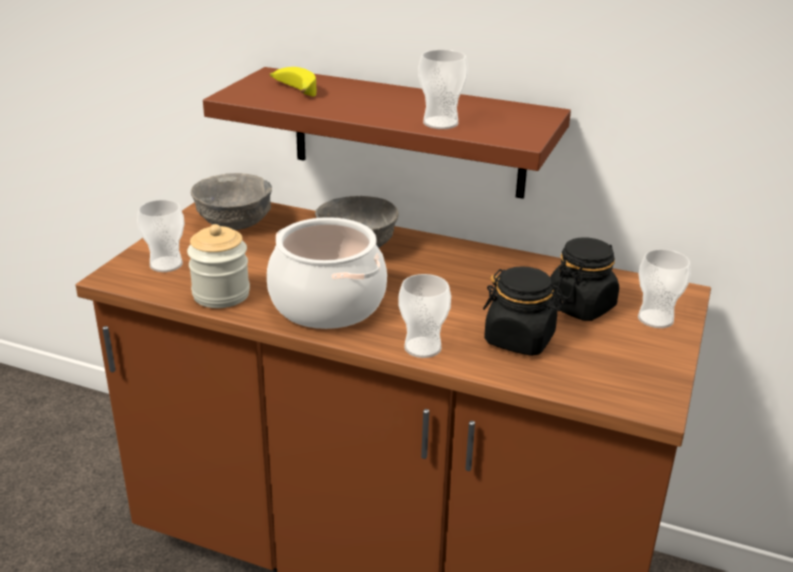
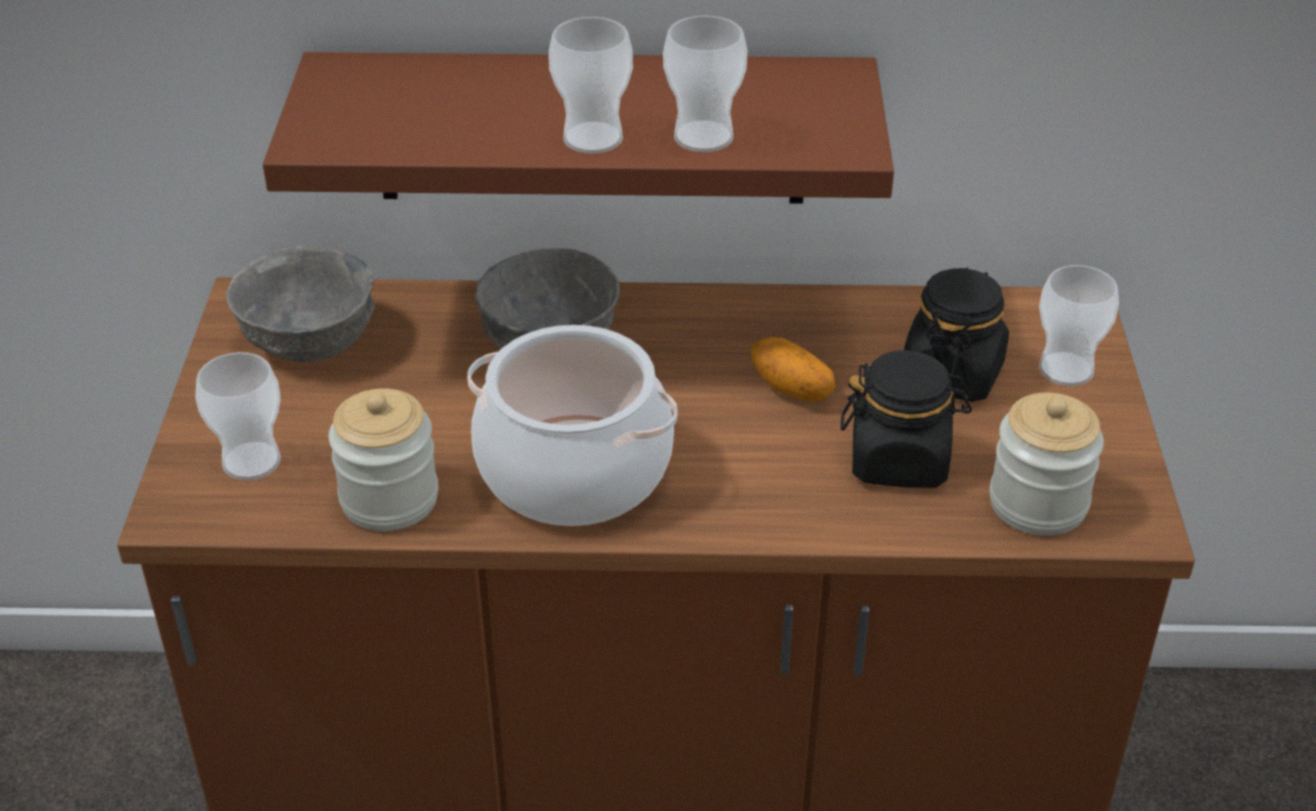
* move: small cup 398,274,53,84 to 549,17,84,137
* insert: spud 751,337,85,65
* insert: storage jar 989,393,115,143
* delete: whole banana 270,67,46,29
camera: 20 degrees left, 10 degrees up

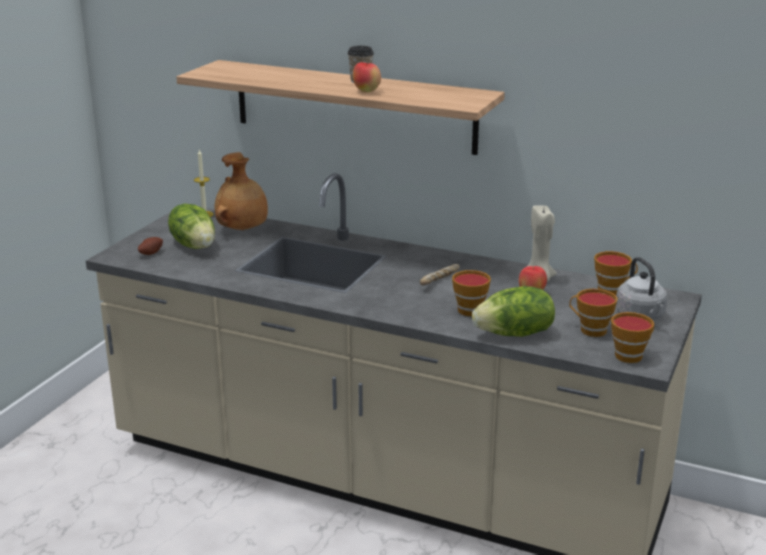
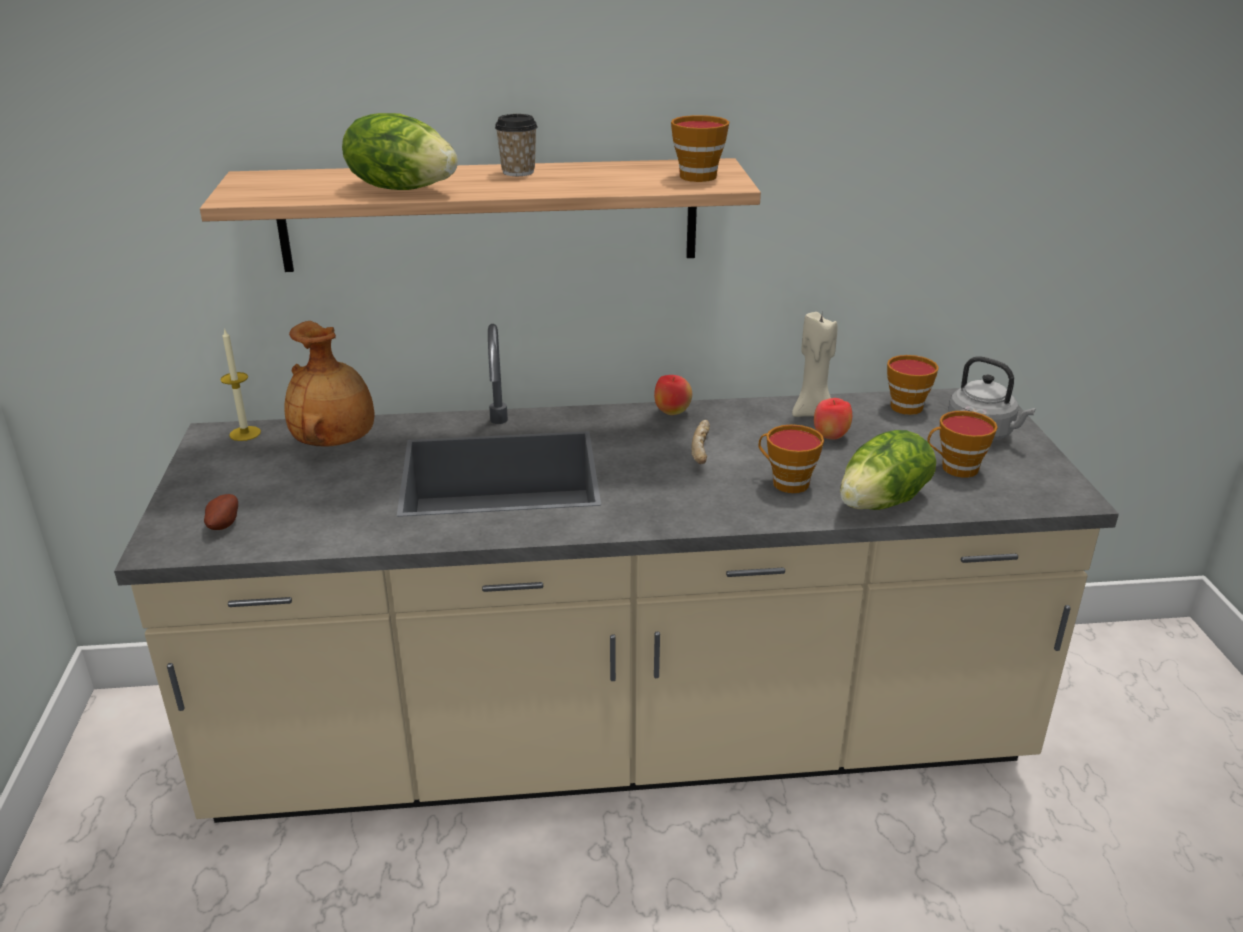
* move: lettuce head 168,204,47,45 to 342,113,116,77
* move: whole apple 353,62,28,30 to 654,375,38,40
* move: small cup 611,312,43,51 to 671,115,58,67
camera: 30 degrees left, 5 degrees up

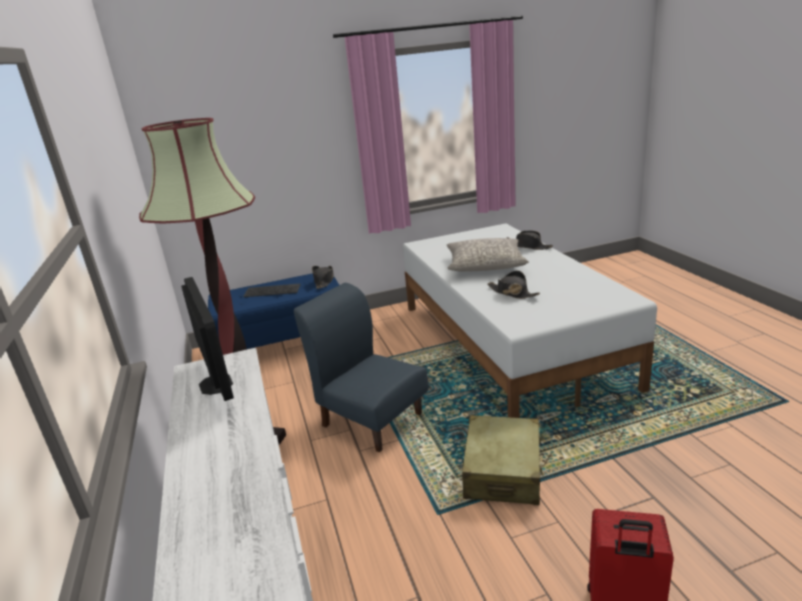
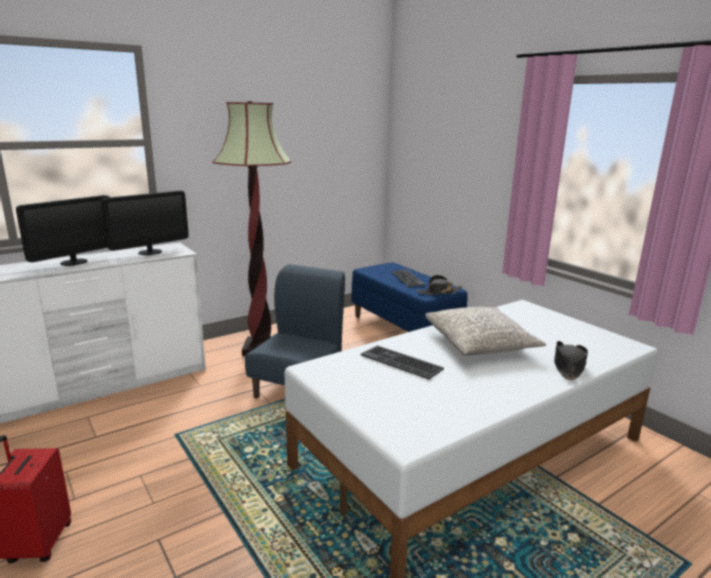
* insert: computer display 16,195,93,71
* replace: blackish hat 488,271,52,28 to computer keyboard 361,345,83,34
* delete: sand-coloured suitcase 462,415,82,90
camera: 70 degrees right, 5 degrees down

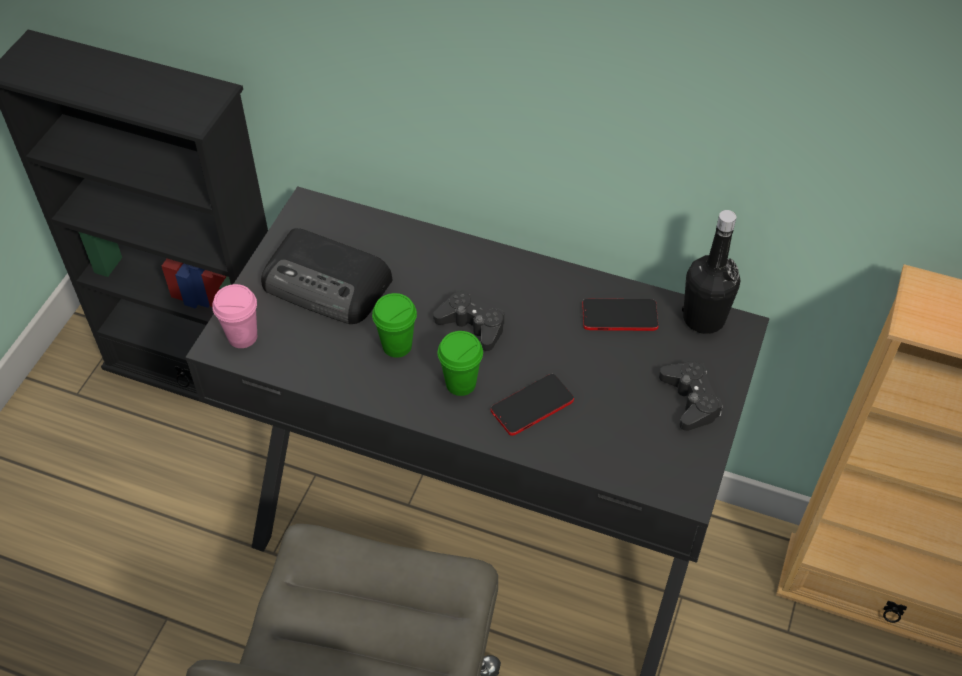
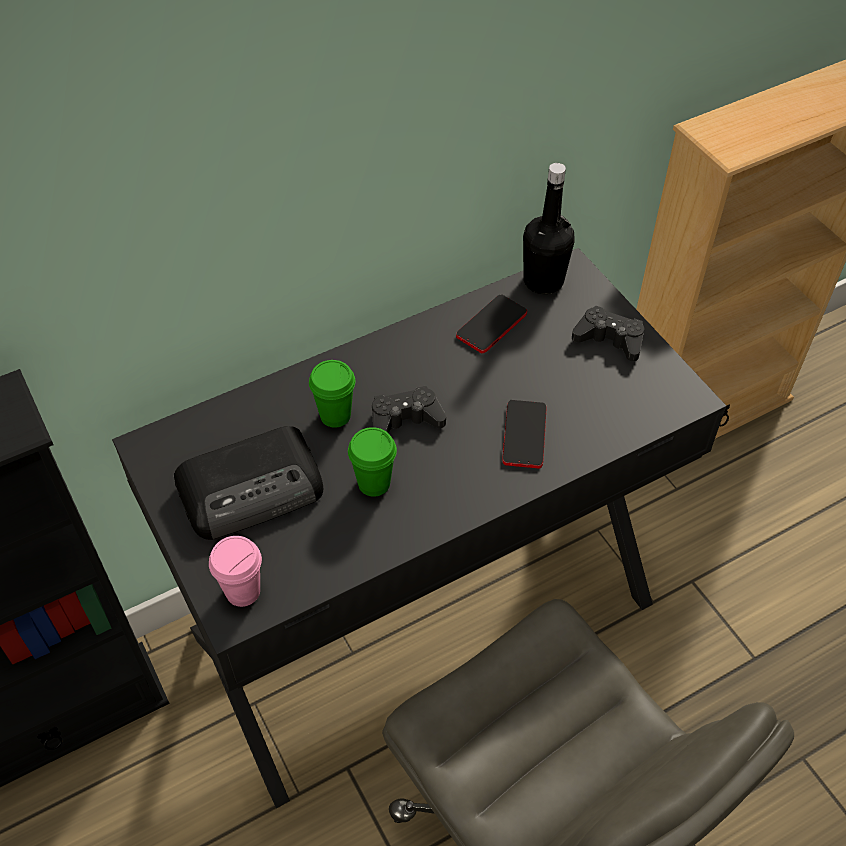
* move: green small cup 438,331,45,65 to 309,360,47,68
camera: 50 degrees left, 0 degrees up

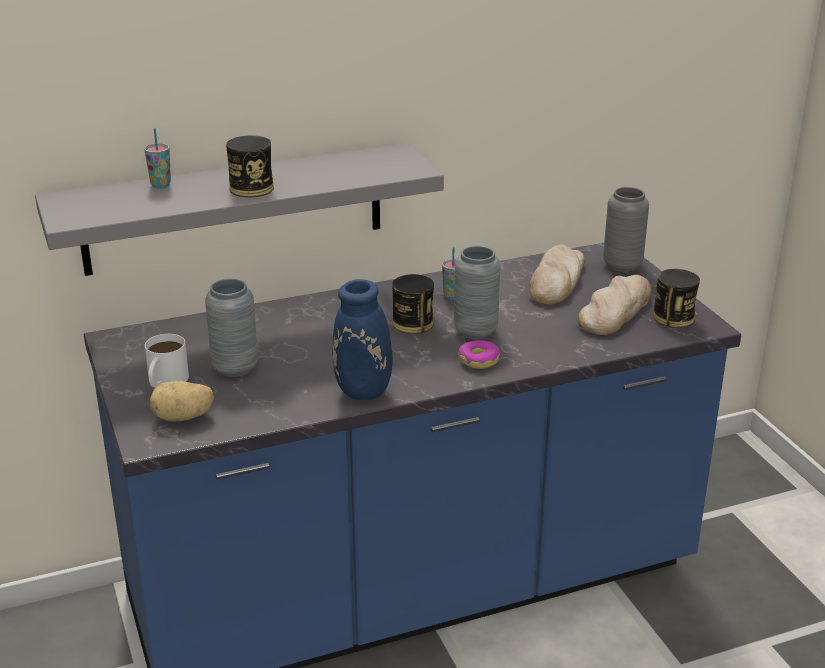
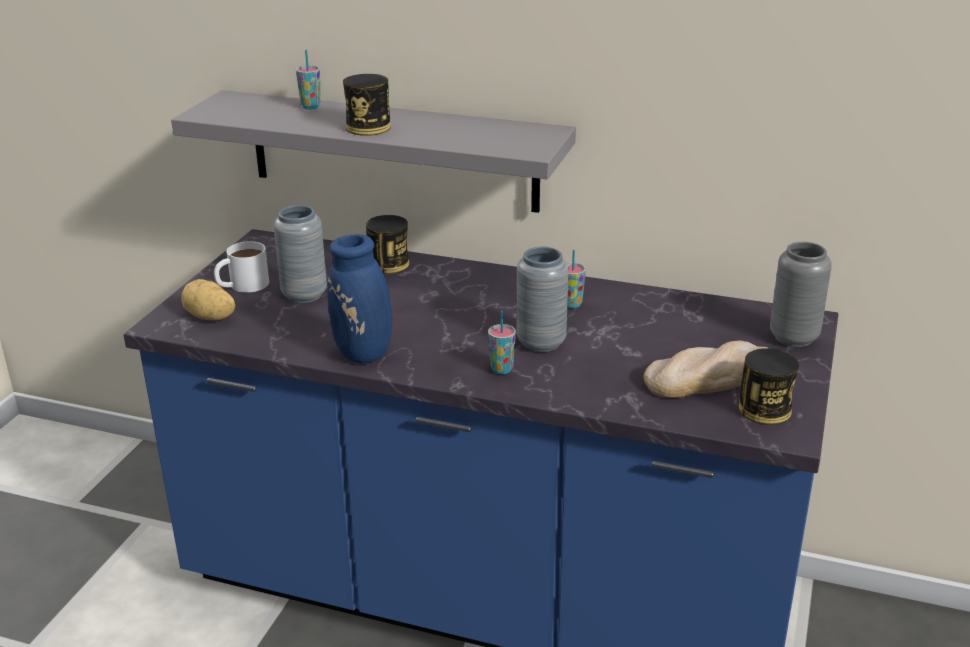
* move: metal can 392,274,42,60 to 366,215,44,59
* replace: donut 458,340,42,29 to small cup 488,311,28,63
* delete: bakery bread 530,244,55,61
camera: 40 degrees right, 0 degrees up

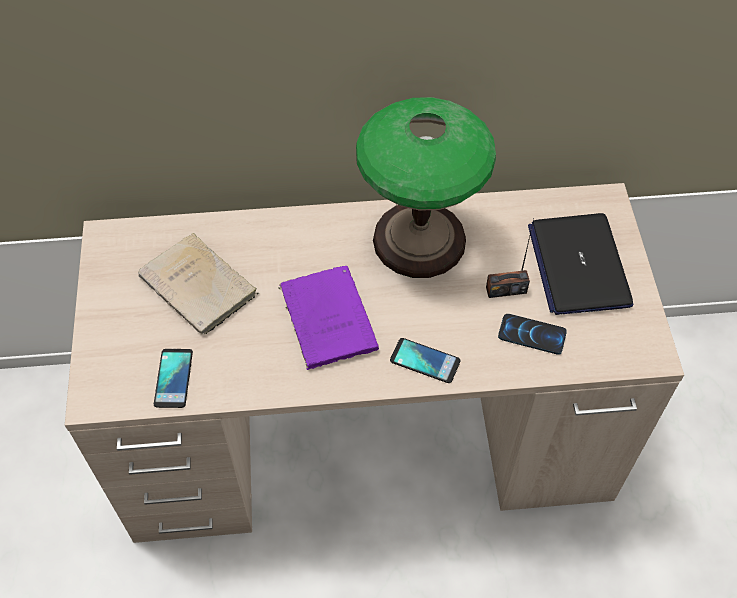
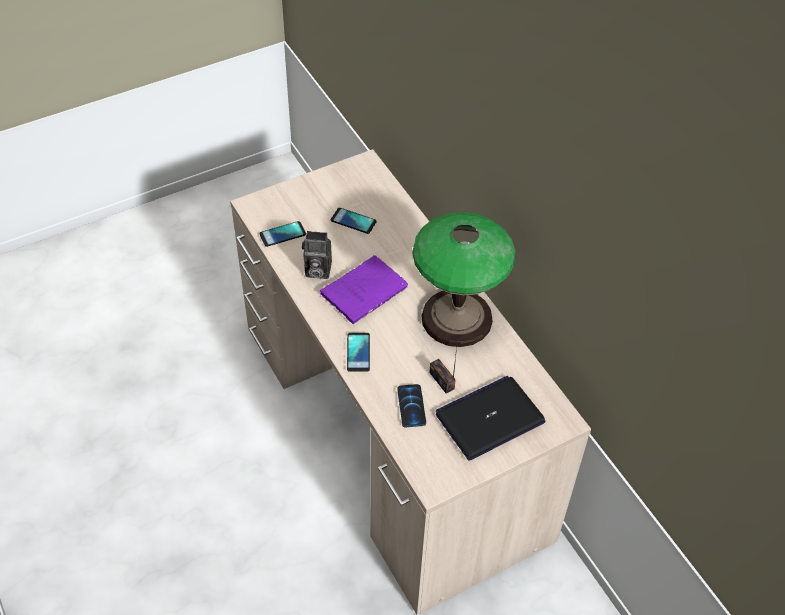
* insert: photo camera 302,231,30,48
* replace: sand-coloured book 138,233,122,102 to telephone 331,208,46,26
camera: 65 degrees right, 5 degrees down

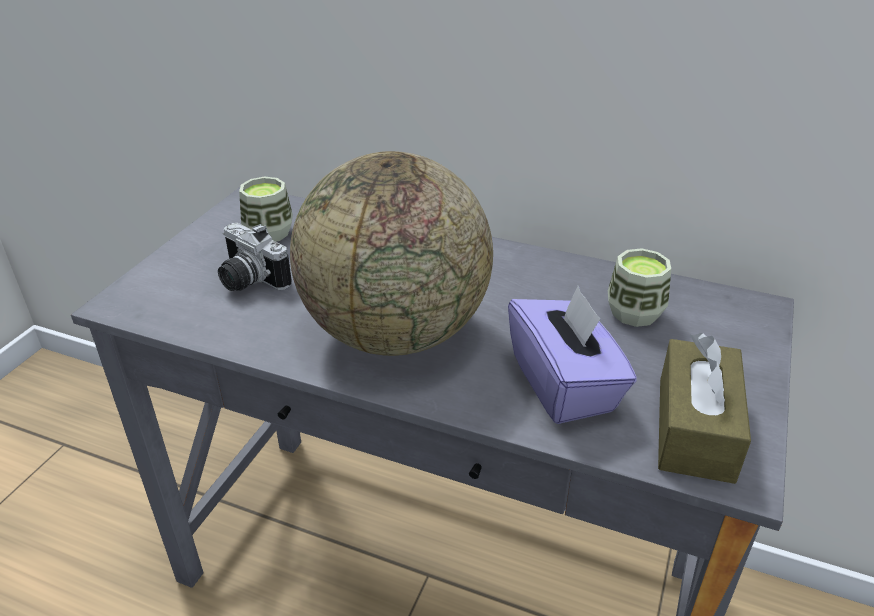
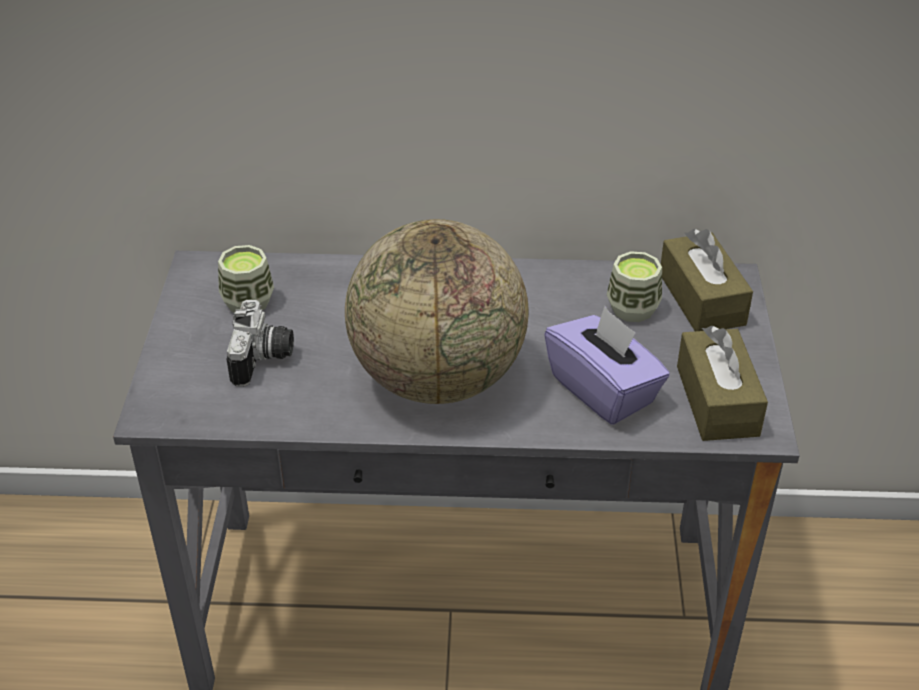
* rotate: photo camera 218,223,74,68 = 227,300,67,87 105 degrees counterclockwise
* insert: brown-coloured tissue box 661,229,92,102
camera: 20 degrees left, 5 degrees up

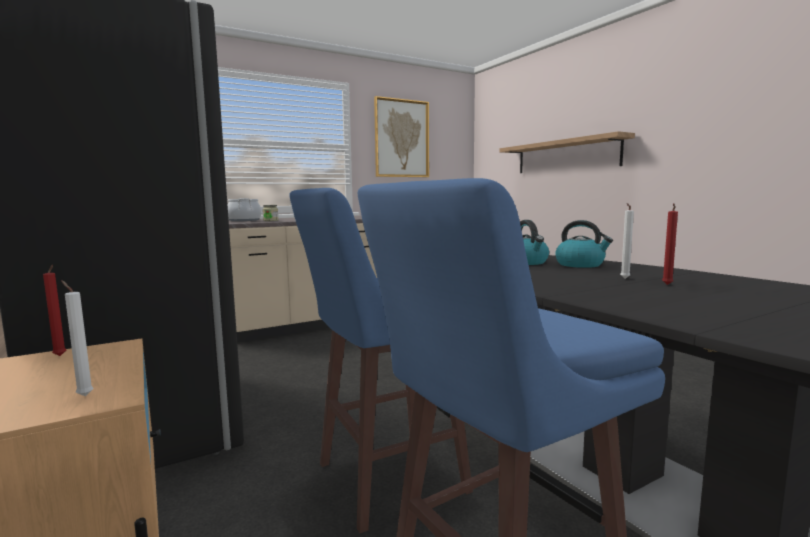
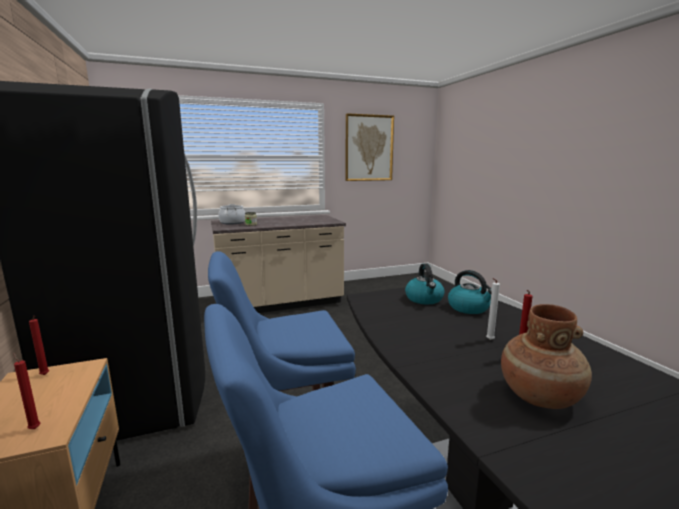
* recolor: whitish wax candle 62,280,32,116 to reddish wax candle 13,353,27,76
* insert: brown-coloured decorative vase 501,304,91,105
* delete: wall shelf 500,131,135,42
camera: 10 degrees right, 5 degrees up

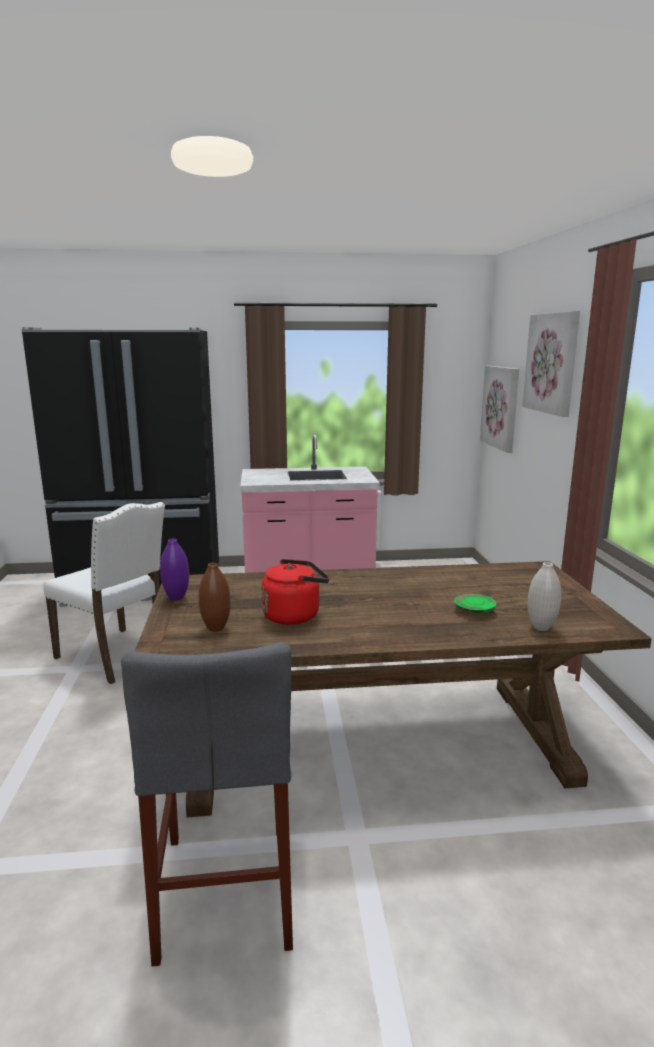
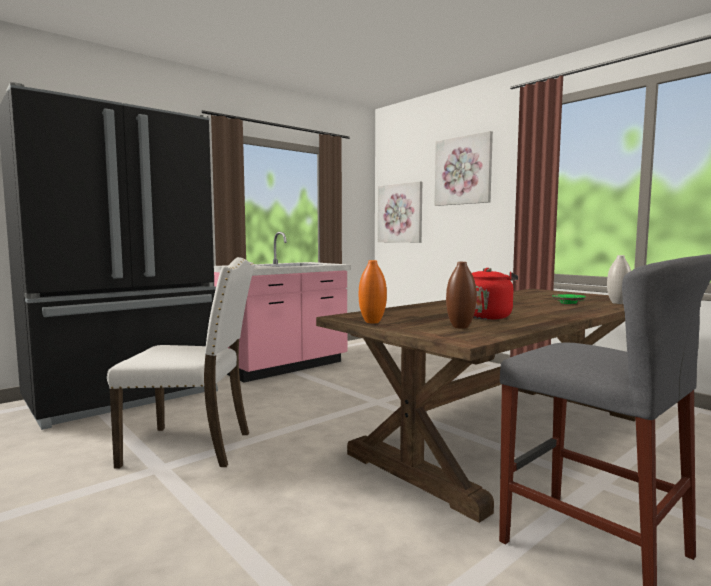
* recolor: purplish decorative vase 160,539,29,61 to orange decorative vase 359,260,28,63
camera: 35 degrees left, 10 degrees down

